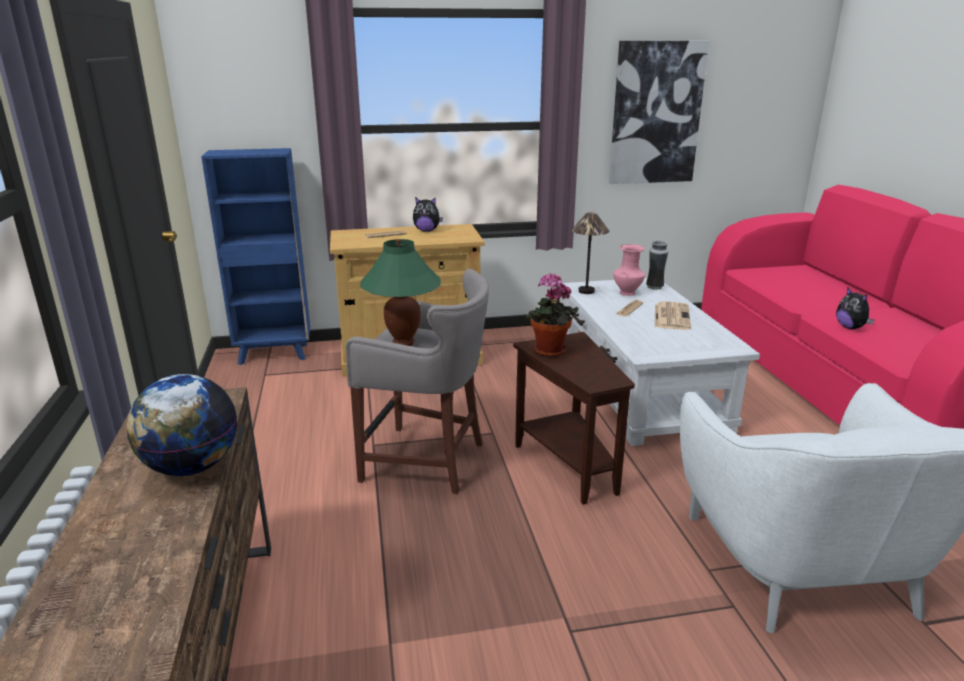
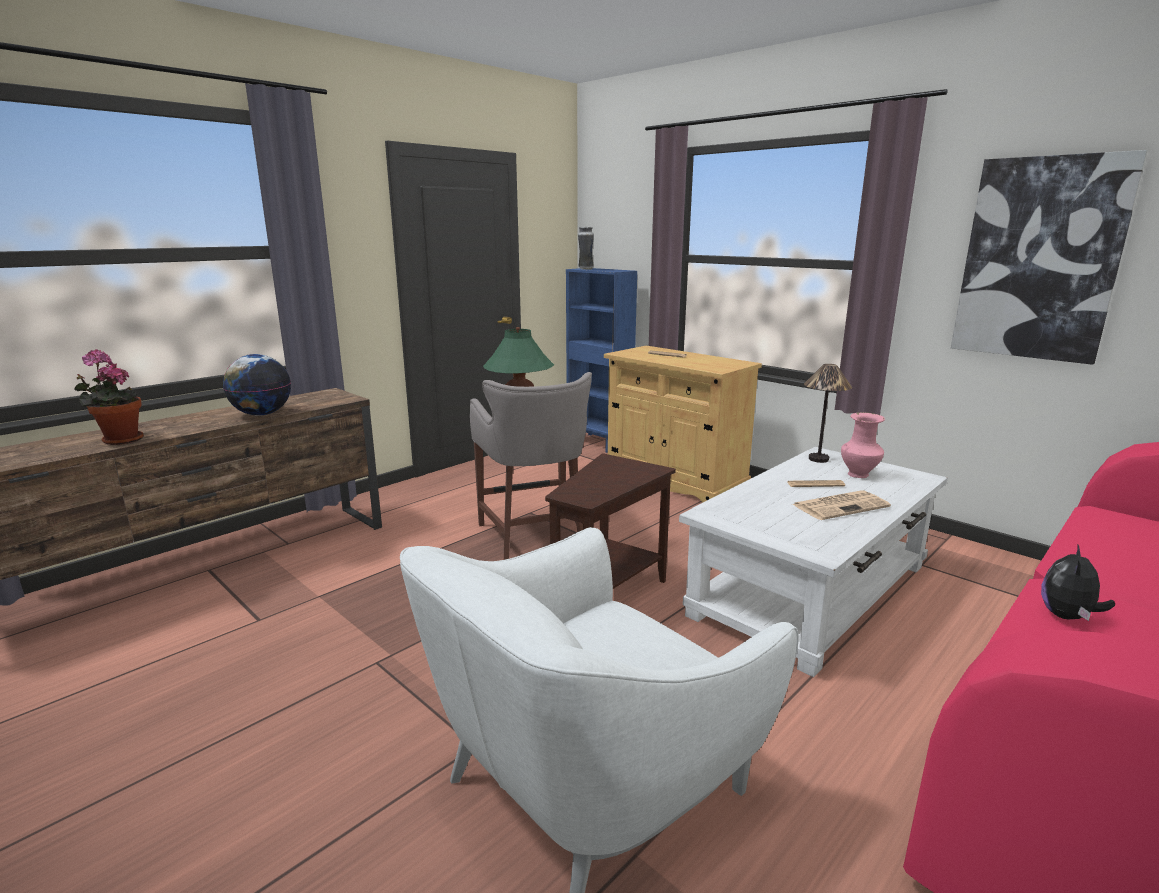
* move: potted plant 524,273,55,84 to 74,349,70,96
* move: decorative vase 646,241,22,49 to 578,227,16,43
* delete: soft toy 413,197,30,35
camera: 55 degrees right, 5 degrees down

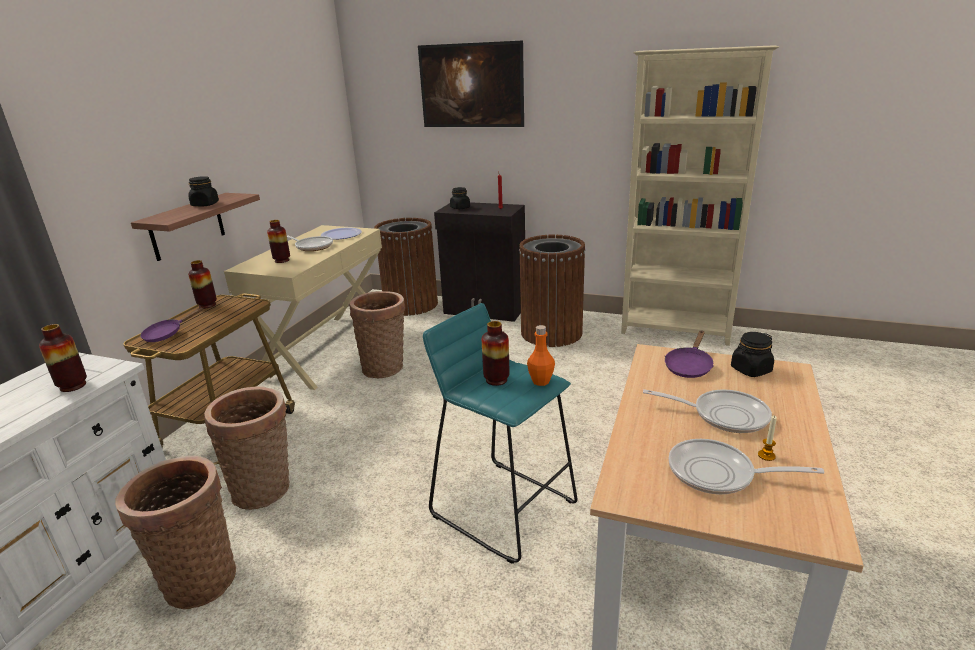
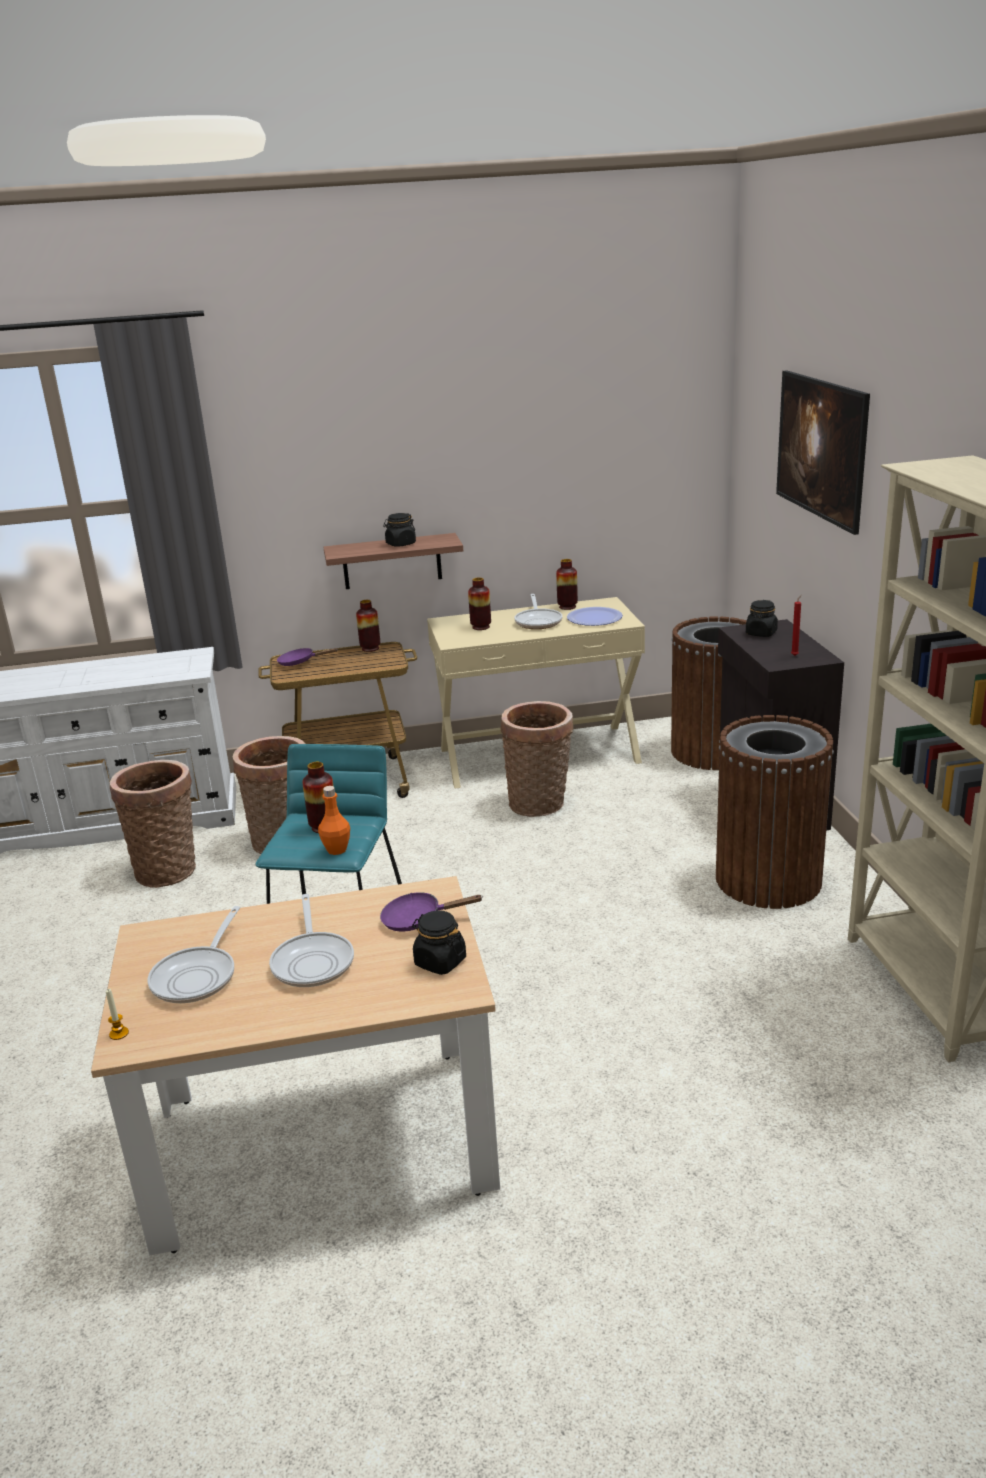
* move: wax candle 758,415,19,46 to 106,989,23,51
* rotate: skillet 669,439,155,56 = 147,906,93,97 150 degrees counterclockwise
* move: decorative vase 39,324,48,68 to 556,559,22,51
camera: 60 degrees right, 0 degrees up

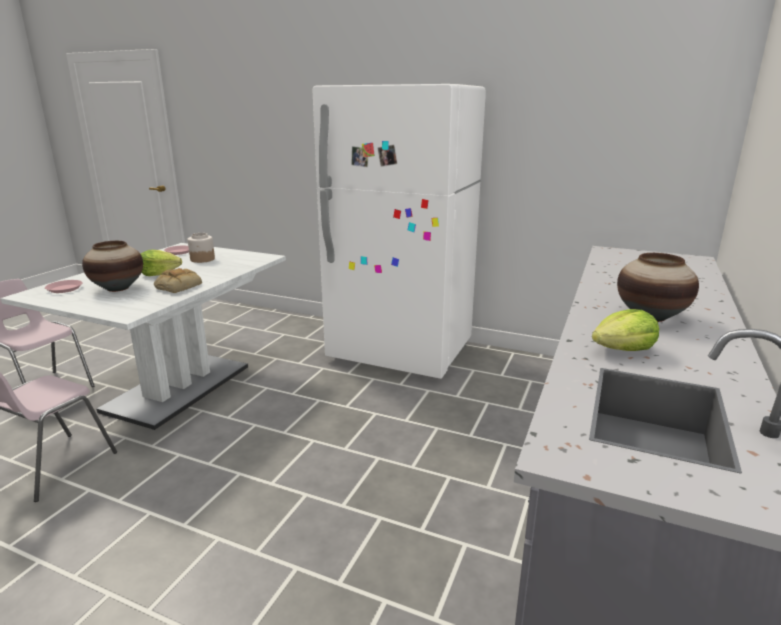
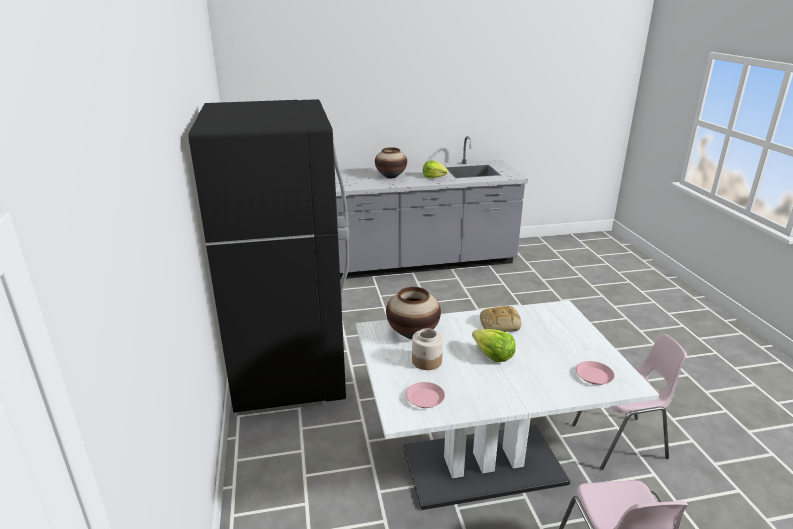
* recolor: whitish kitchen fridge 312,84,174,295 to blackish kitchen fridge 188,99,161,316
* move: decorative vase 82,241,61,51 to 386,287,55,52
camera: 125 degrees left, 5 degrees up

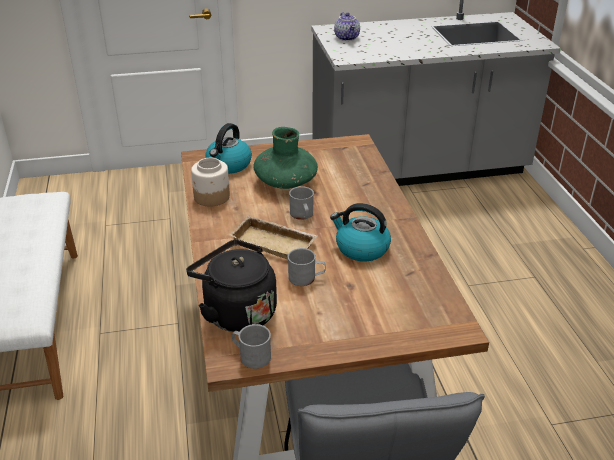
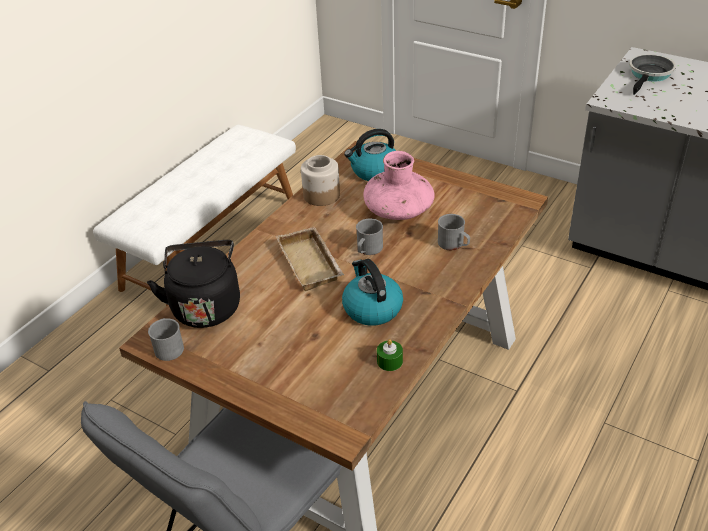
* recolor: green decorative vase 253,127,65,62 to pink decorative vase 363,151,72,69
* insert: green wax candle 377,339,26,32
* move: greyish tea mug 288,248,38,38 to 438,214,32,36
* replace: tea pot 334,12,26,29 to skillet 629,54,47,41
camera: 45 degrees right, 5 degrees up

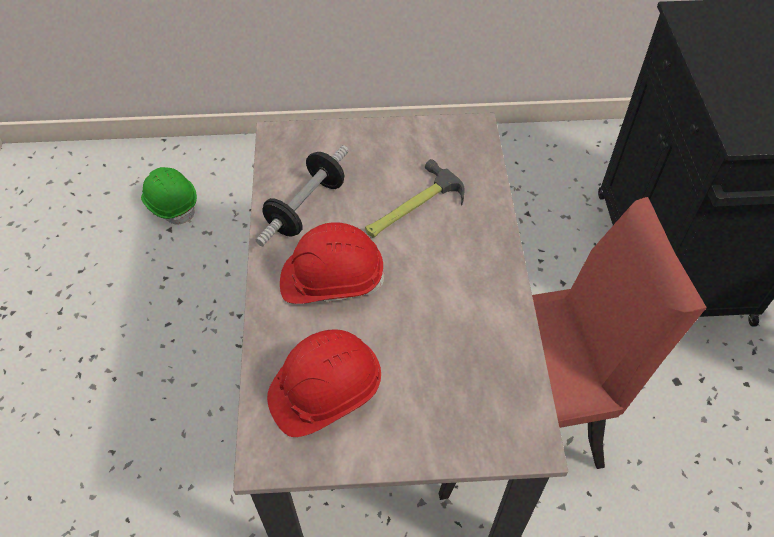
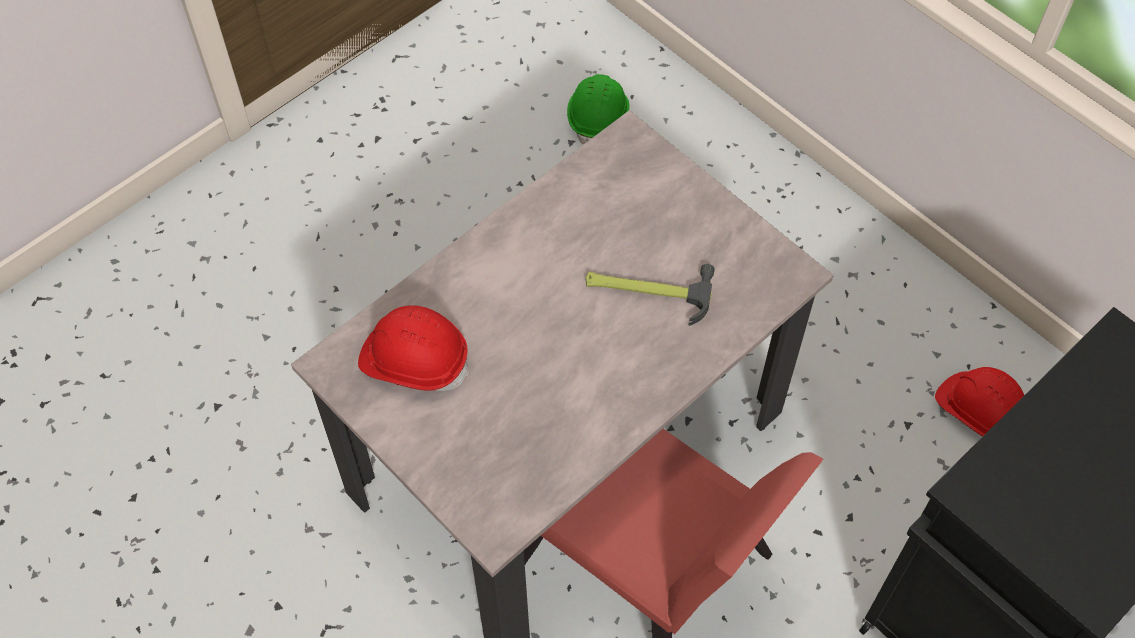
* move: reddish work helmet 280,222,105,82 to 935,367,89,69
* delete: hand weight 256,145,93,101
camera: 50 degrees right, 5 degrees up

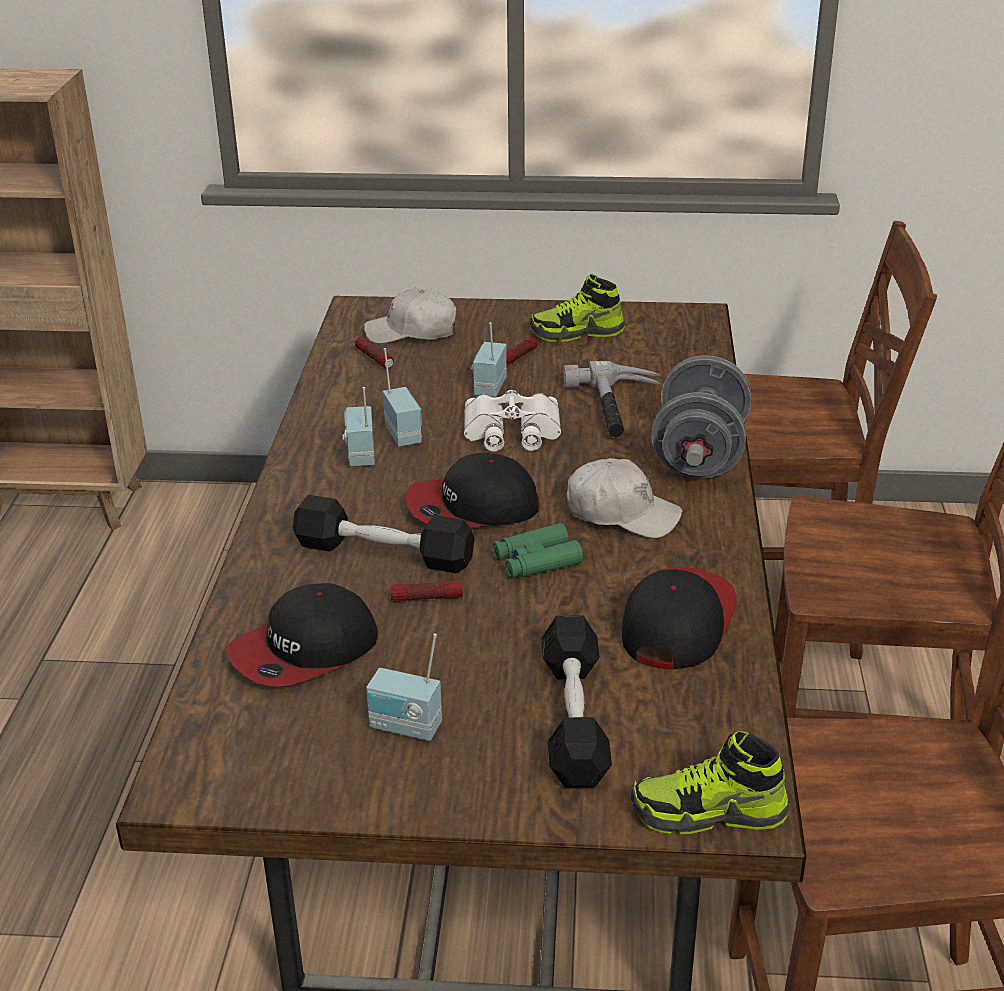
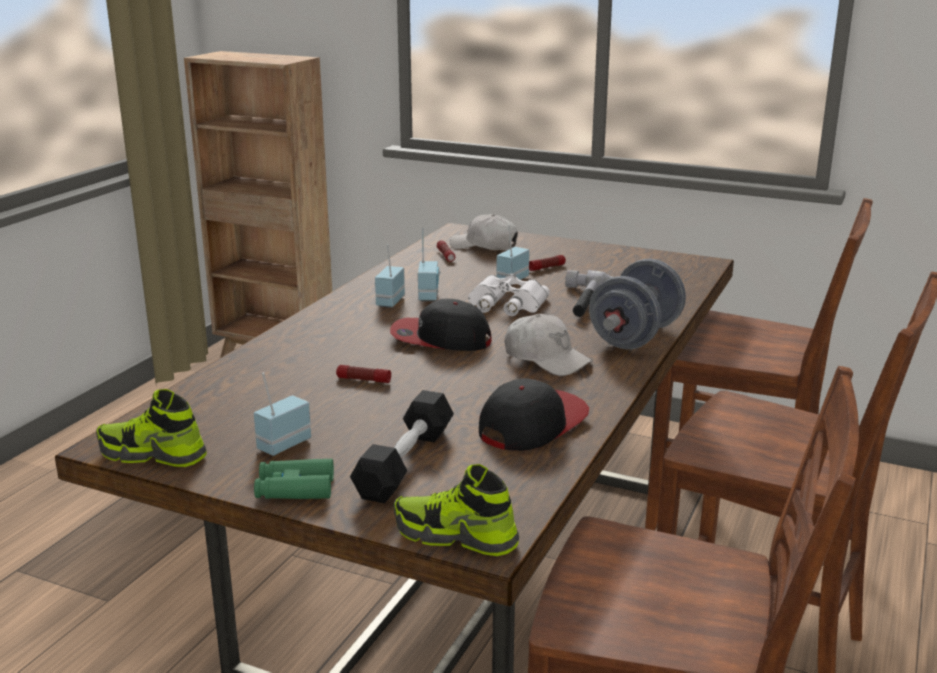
* move: item of footwear 529,274,96,68 to 96,389,111,78
* rotate: radio 366,633,76,108 = 254,372,57,84 90 degrees clockwise
* move: green field glasses 492,523,91,56 to 254,459,80,40
* delete: cap 226,583,152,104
* delete: blackish hand weight 293,495,182,78
camera: 20 degrees right, 10 degrees down

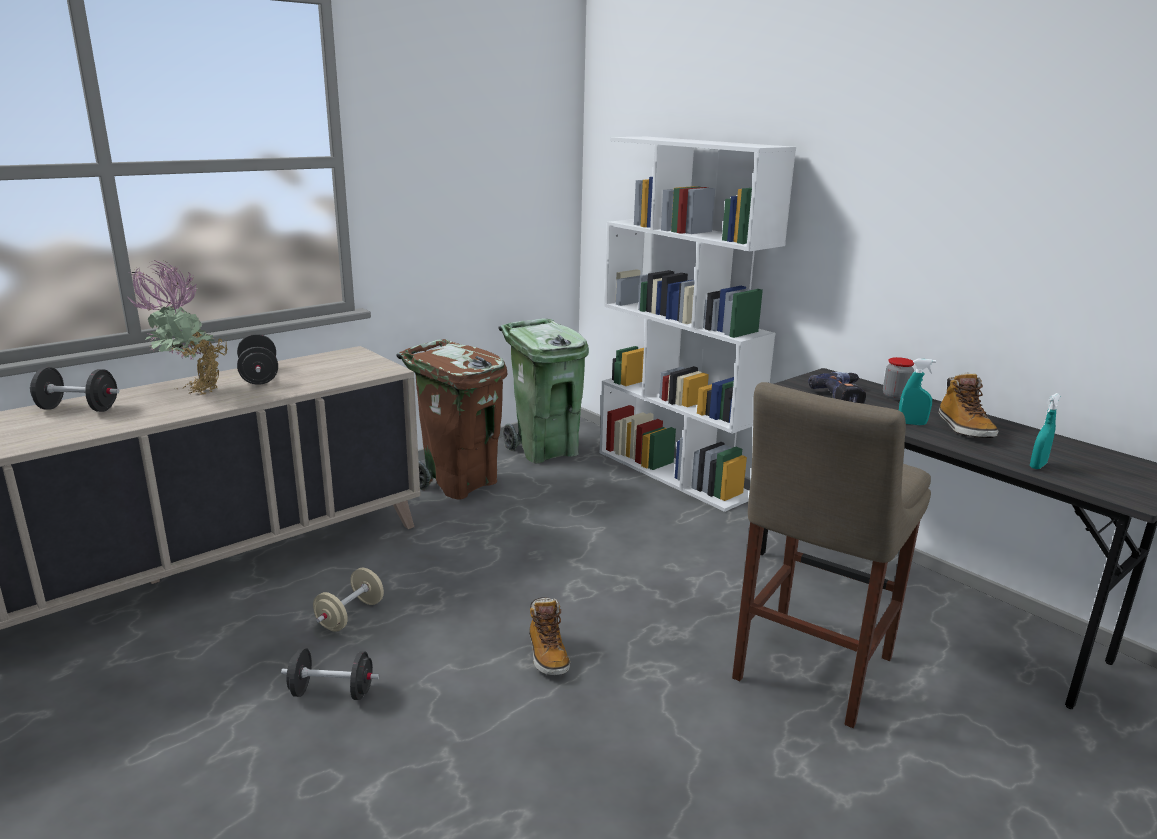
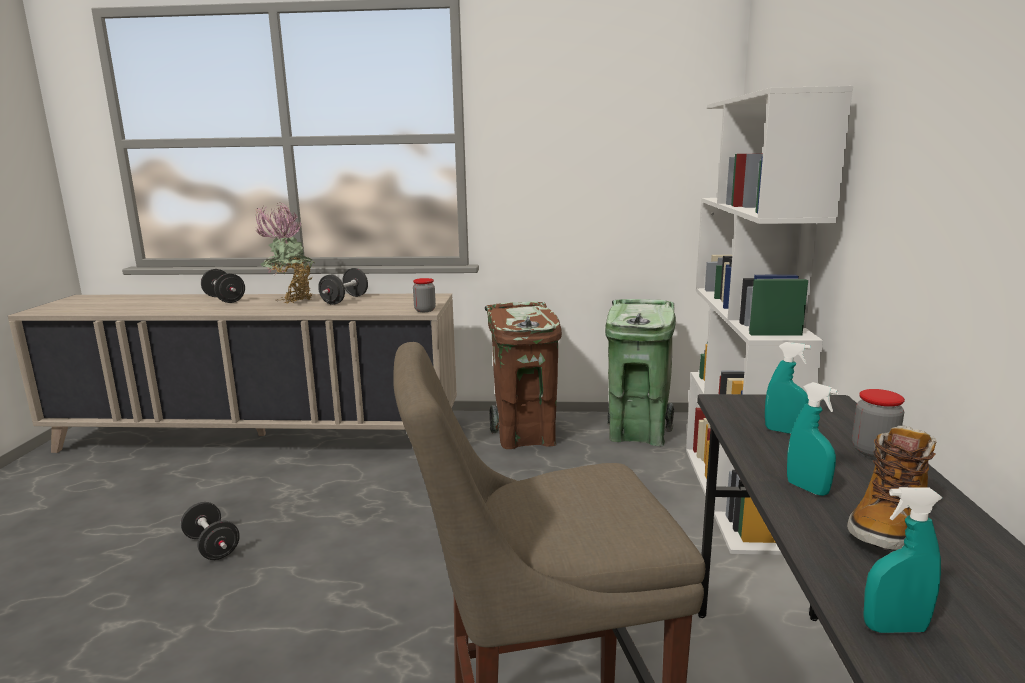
* insert: storage jar 413,278,23,34
* replace: electric drill 808,372,58,32 to turquoise hand sprayer 765,342,46,92
* delete: sand-coloured hand weight 313,568,71,64
* delete: high-top boot 529,597,41,78
camera: 45 degrees right, 5 degrees down

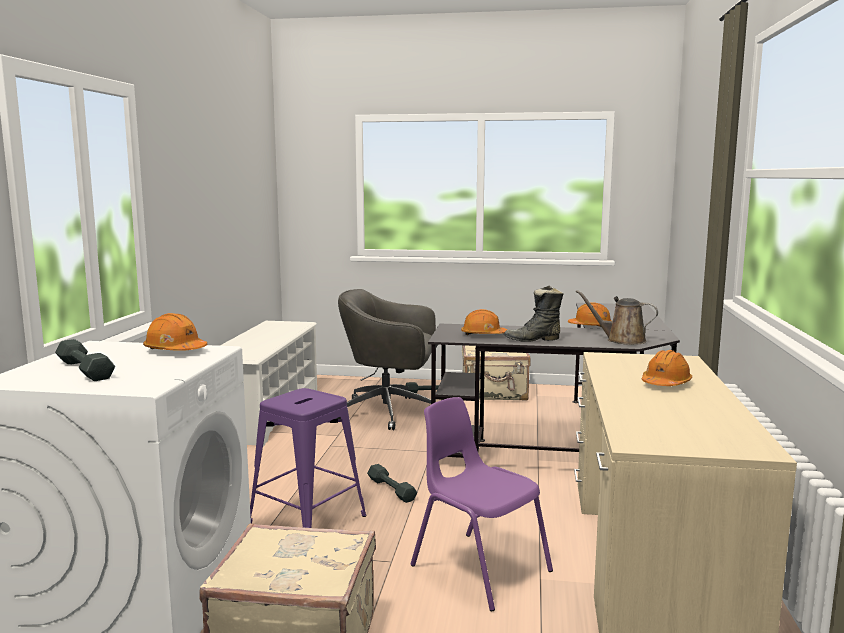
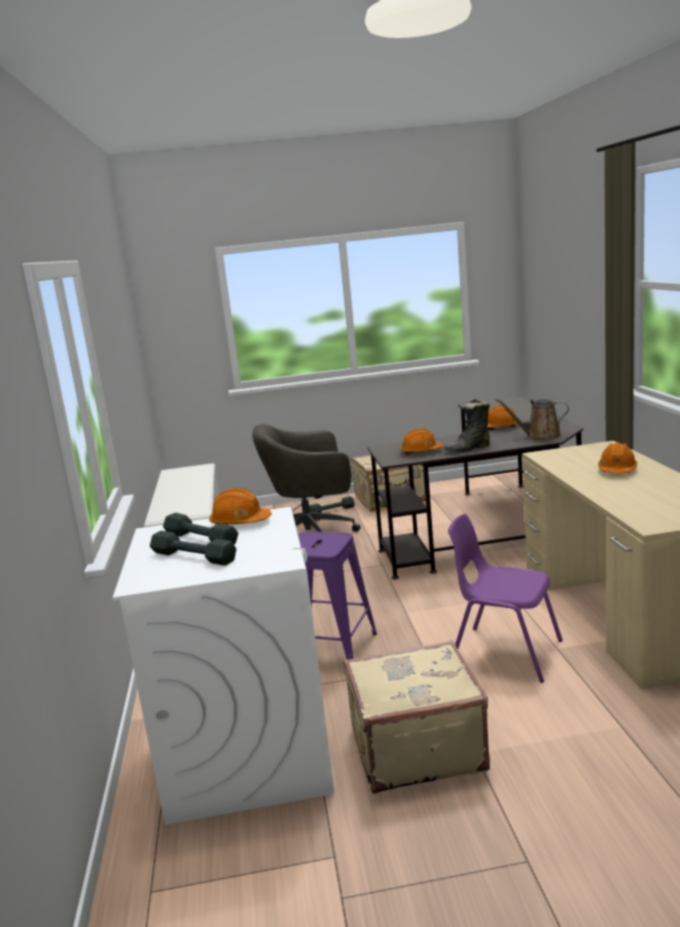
* move: greyish hand weight 367,464,50,39 to 163,513,75,31
camera: 15 degrees left, 5 degrees up

